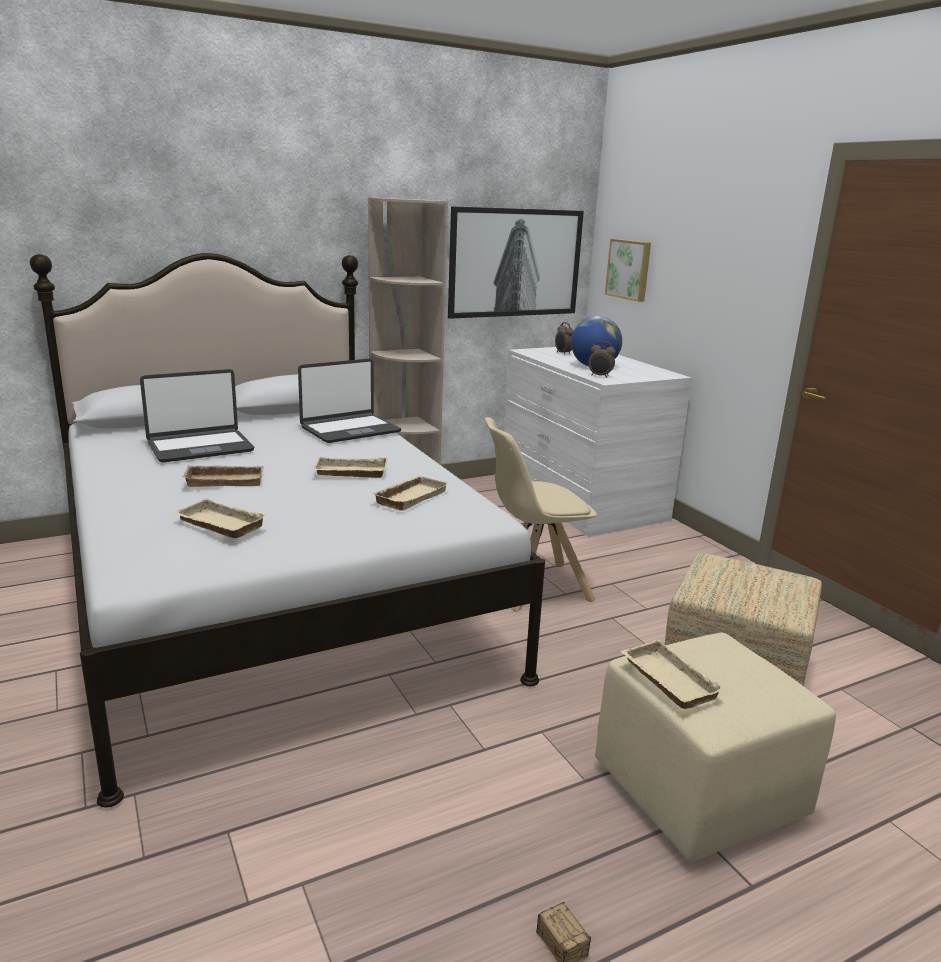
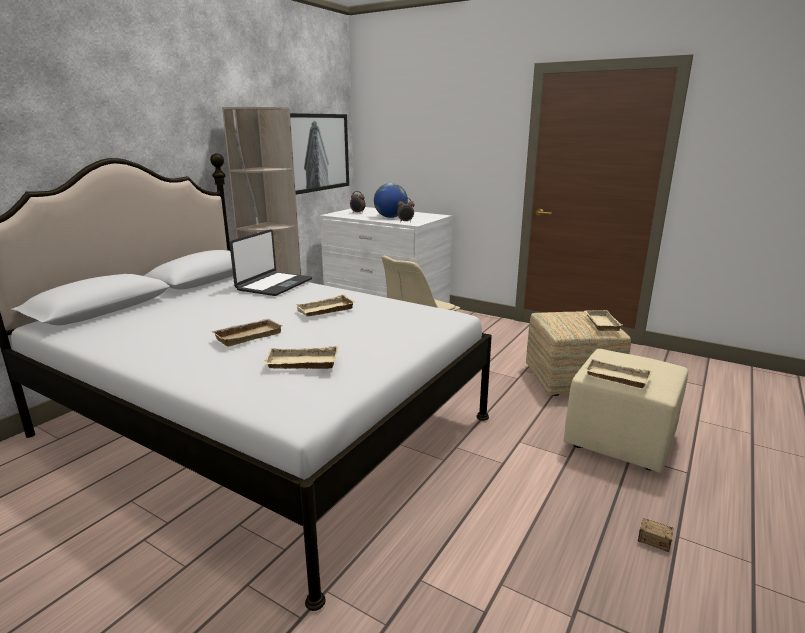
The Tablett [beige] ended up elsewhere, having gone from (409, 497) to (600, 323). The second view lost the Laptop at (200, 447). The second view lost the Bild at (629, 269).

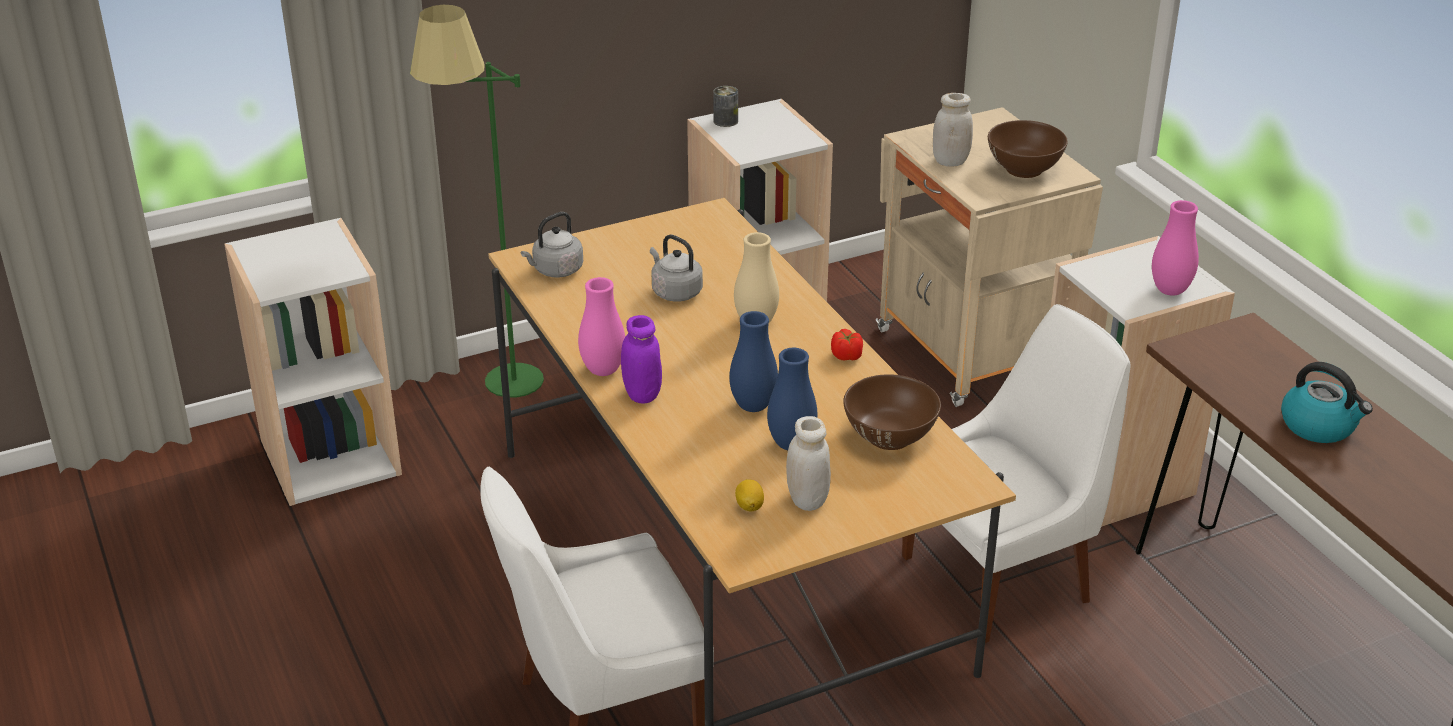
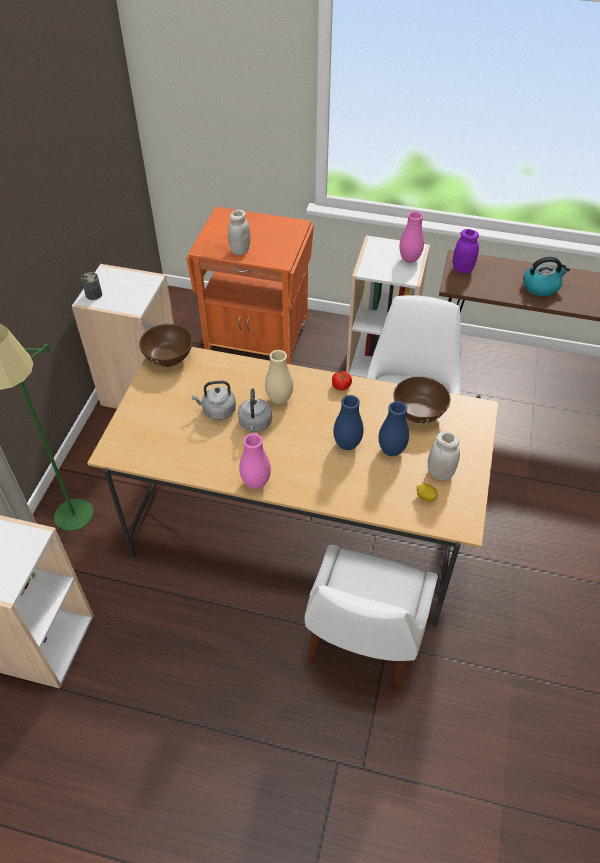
The Schüssel [braun] ended up elsewhere, having gone from (1024, 169) to (169, 358). What was the Rollwagen [beige] at (973, 355) turned into the Rollwagen [orange] at (257, 341). The Wasserkessel [grau] ended up elsewhere, having gone from (555, 270) to (255, 424). The Vorratsglas [lila] ended up elsewhere, having gone from (642, 394) to (462, 269).

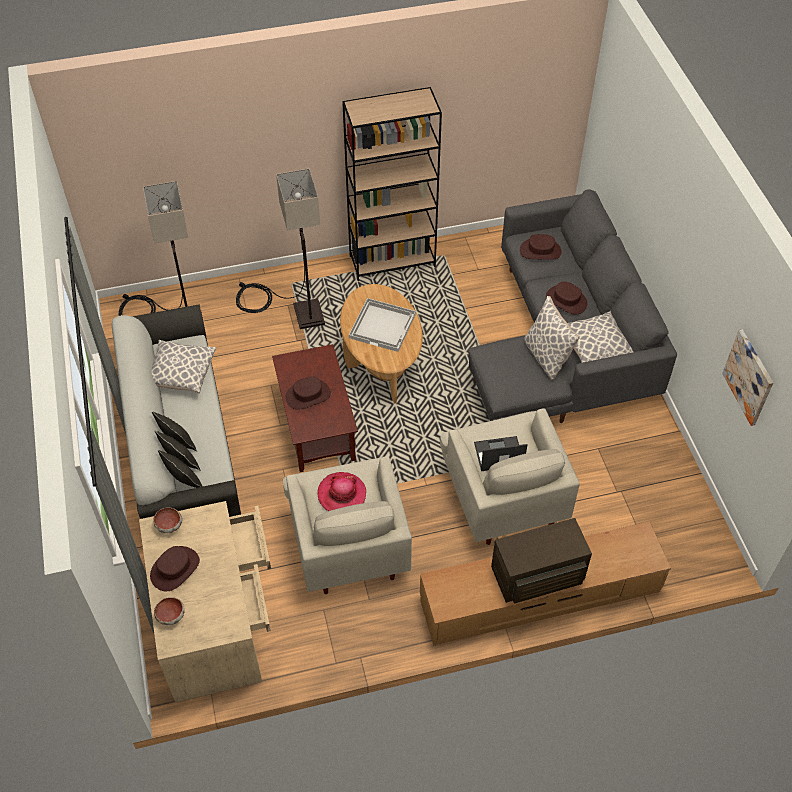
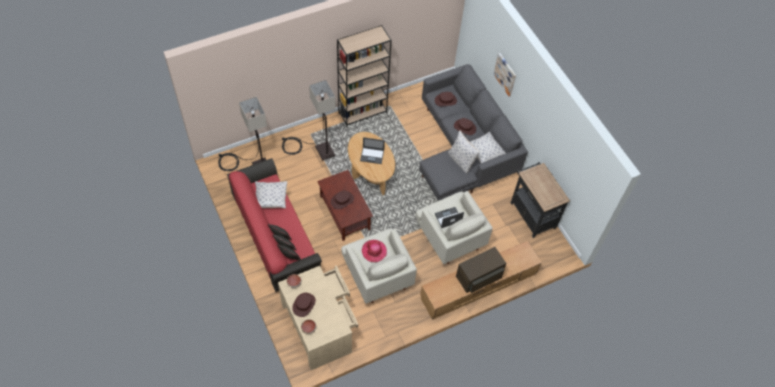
What was the Sofa [weiß] at (181, 442) turned into the Sofa [rot] at (275, 234). Where the Tablett [weiß] stood at (383, 325), the Laptop came to stand at (372, 155). The Bild ended up elsewhere, having gone from (749, 377) to (505, 74). The second view gained the Rollwagen [schwarz] at (531, 214).

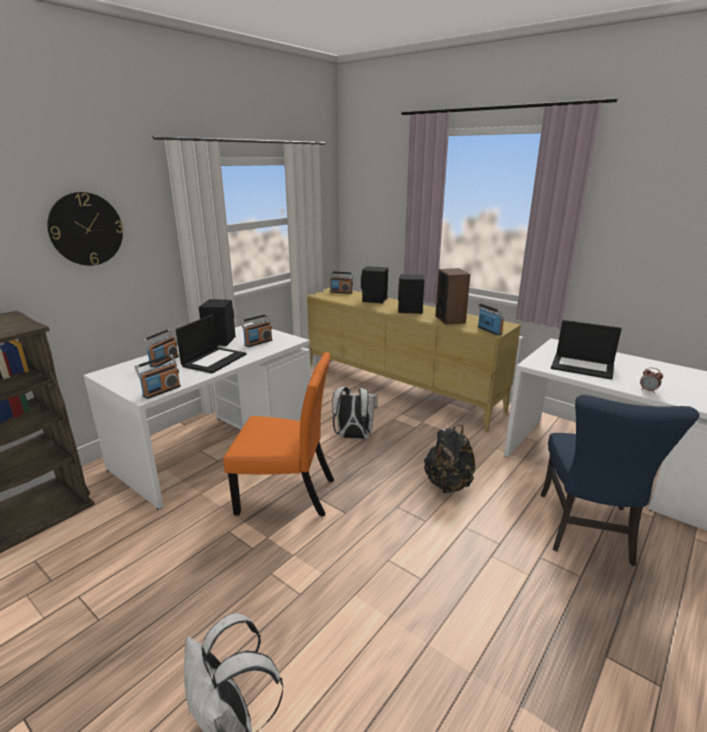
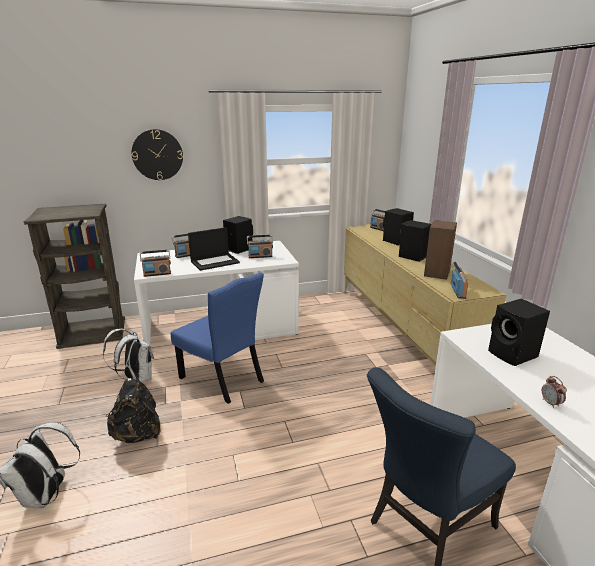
The Rucksack [weiß] ended up elsewhere, having gone from (353, 437) to (136, 379). The Rucksack [schwarz] ended up elsewhere, having gone from (448, 484) to (138, 434). What was the Stuhl [orange] at (284, 494) turned into the Stuhl [blau] at (222, 378). Where the Laptop stood at (583, 366), the Lautsprecher [schwarz] came to stand at (513, 355).

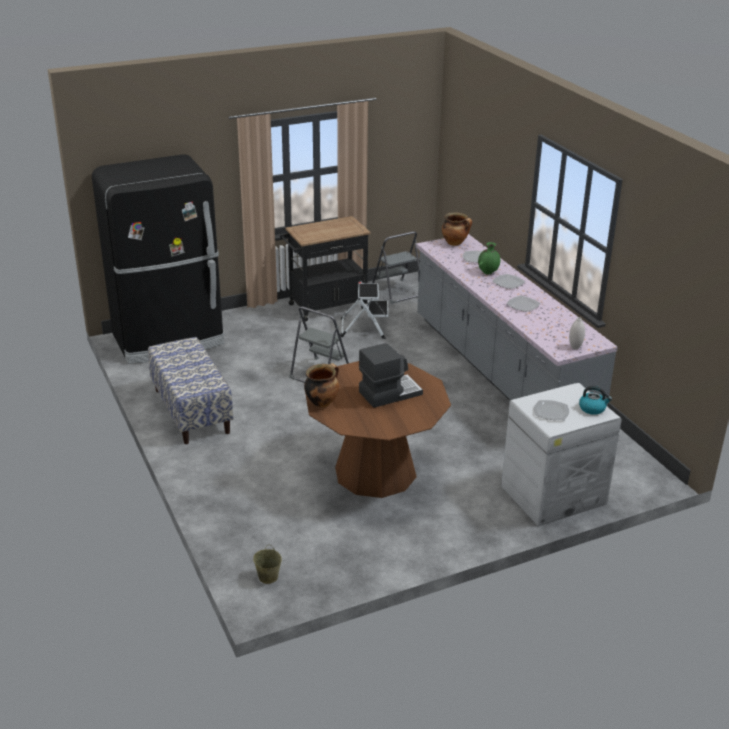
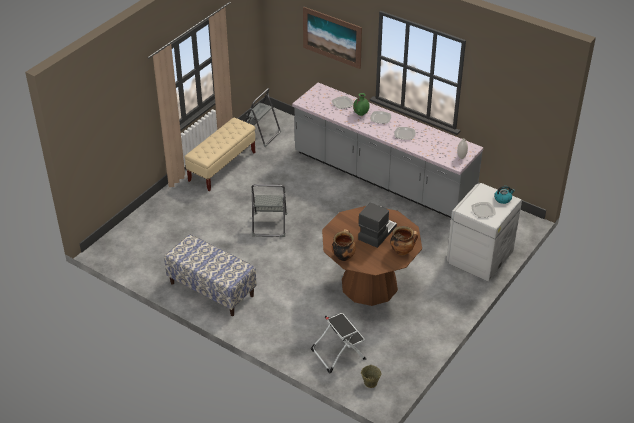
Where the Rollwagen [schwarz] stood at (325, 307), the Bank [beige] came to stand at (222, 167). The second view gained the Bild at (332, 37). The Trittleiter ended up elsewhere, having gone from (364, 327) to (338, 352). The Kochtopf ended up elsewhere, having gone from (455, 243) to (402, 251). The second view lost the Kühlschrank [schwarz] at (169, 340).

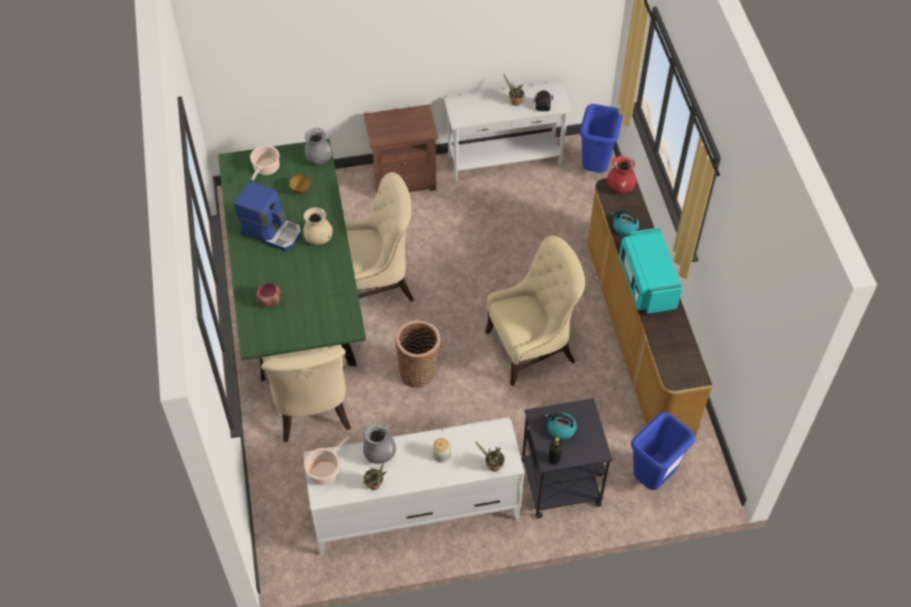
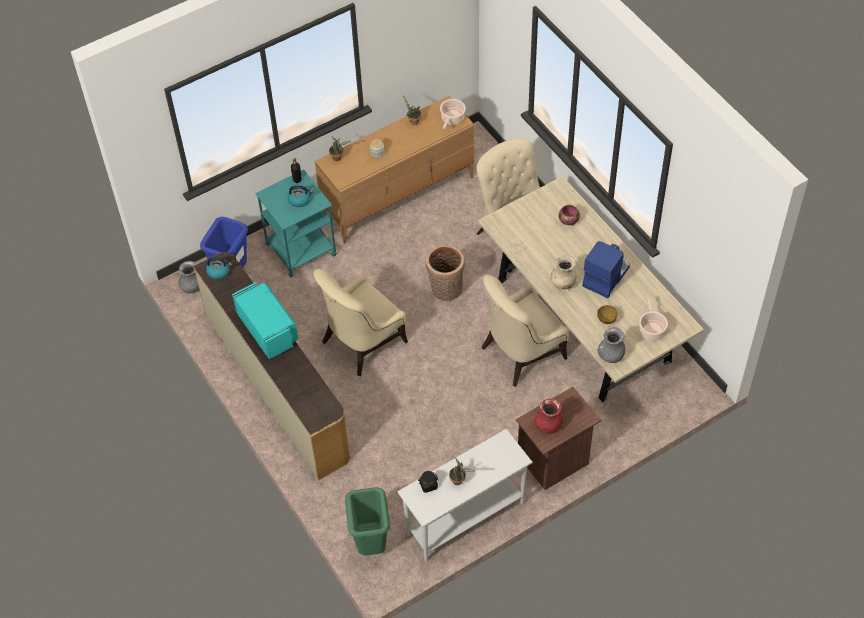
The Vase [grau] ended up elsewhere, having gone from (379, 453) to (192, 287). The Wasserkessel ended up elsewhere, having gone from (624, 227) to (219, 271). What was the Rollwagen [schwarz] at (559, 483) turned into the Rollwagen [türkis] at (301, 248). What was the Kommode [weiß] at (415, 513) turned into the Kommode [braun] at (398, 196). What was the Mülleimer [blau] at (595, 168) turned into the Mülleimer [grün] at (371, 545). What was the Esstisch [grün] at (296, 293) turned into the Esstisch [beige] at (583, 319). The Vase [rot] ended up elsewhere, having gone from (620, 187) to (548, 426). The Kaffeemaschine at (272, 231) ended up facing another way, 120 degrees clockwise from before.

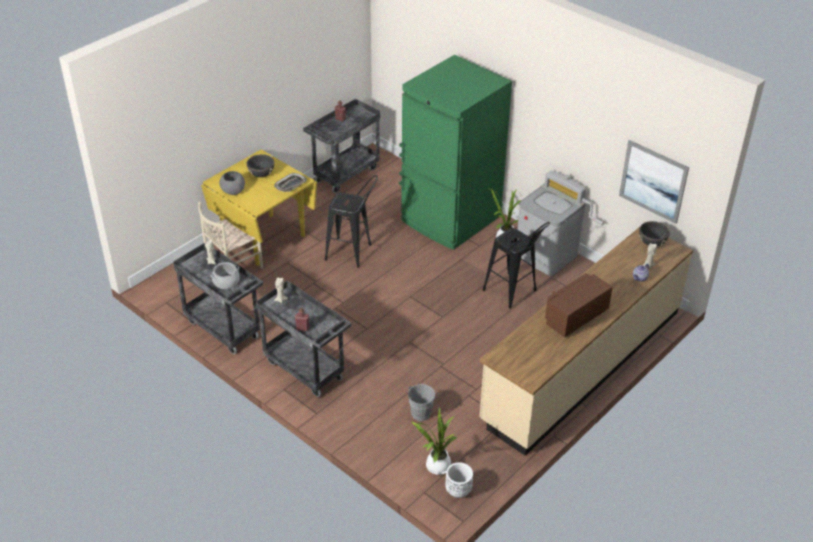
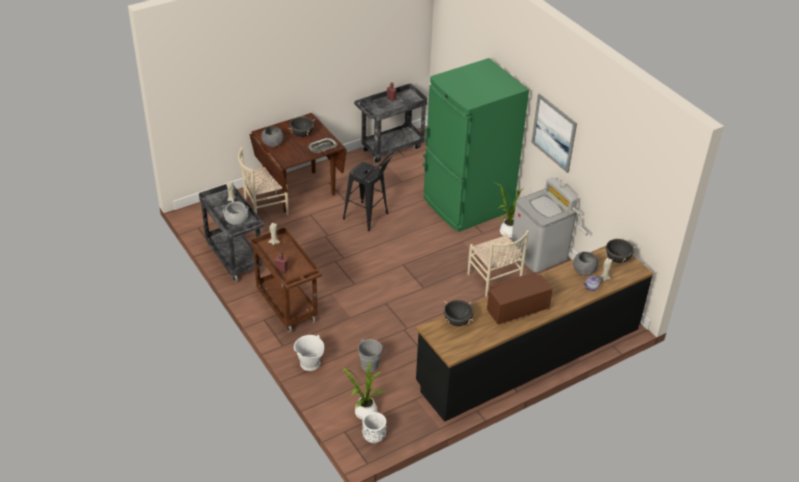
What was the Esstisch [gelb] at (265, 239) turned into the Esstisch [braun] at (300, 191). What was the Rollwagen [grau] at (307, 373) turned into the Rollwagen [braun] at (288, 310). The second view gained the Eimer [weiß] at (309, 363). What was the Küchenzeile [beige] at (582, 365) turned into the Küchenzeile [schwarz] at (529, 356). The second view gained the Kochtopf [schwarz] at (457, 321). Where the Hocker [schwarz] stood at (513, 293), the Stuhl [beige] came to stand at (495, 281). The Bild ended up elsewhere, having gone from (653, 181) to (554, 133). The second view gained the Schüssel [grau] at (584, 270).

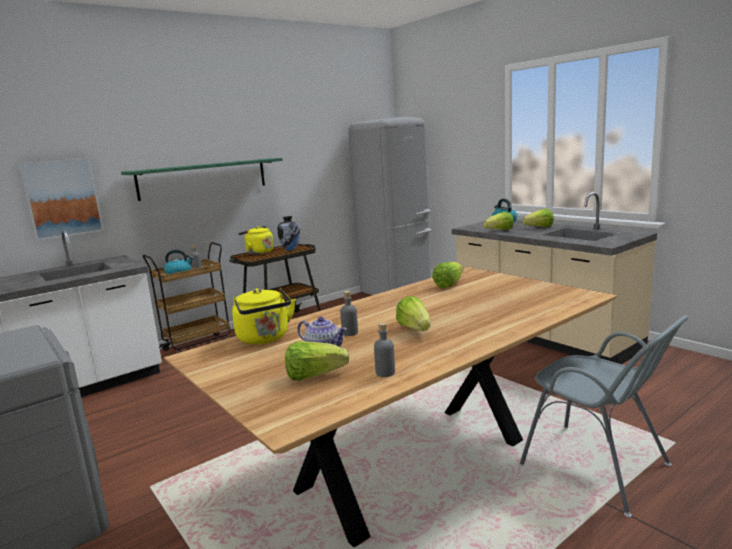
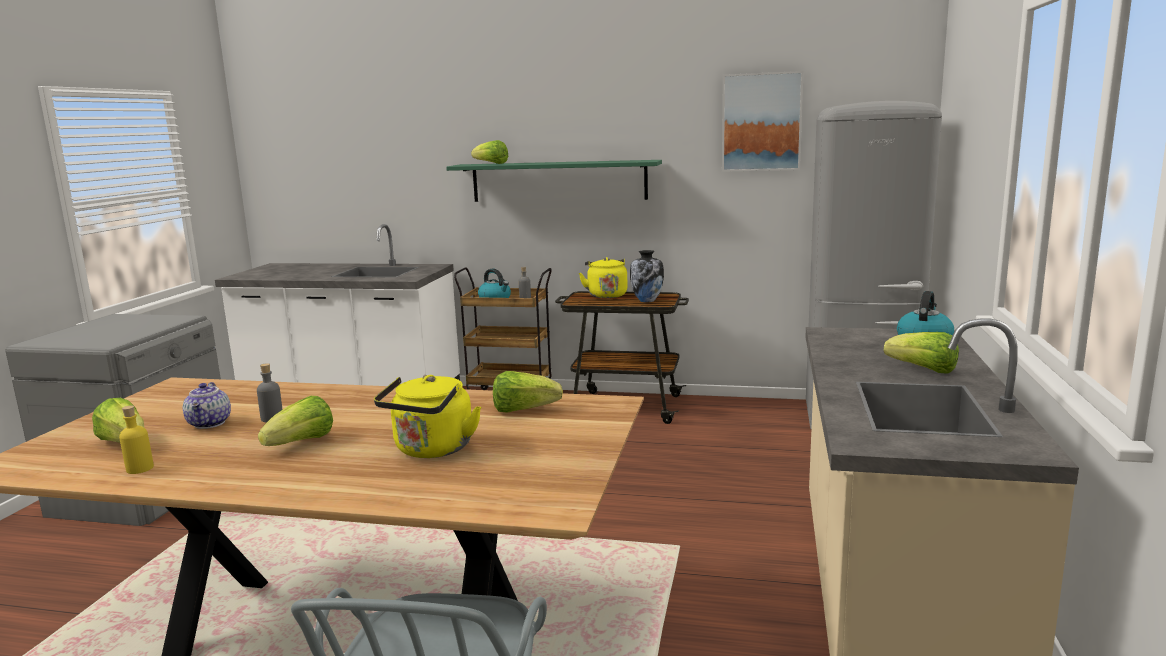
What was the Flasche [grau] at (385, 372) turned into the Flasche [gelb] at (140, 468). The Wasserkessel [gelb] ended up elsewhere, having gone from (265, 339) to (432, 450). The Salatkopf ended up elsewhere, having gone from (499, 230) to (491, 164). The Bild ended up elsewhere, having gone from (62, 198) to (761, 122).

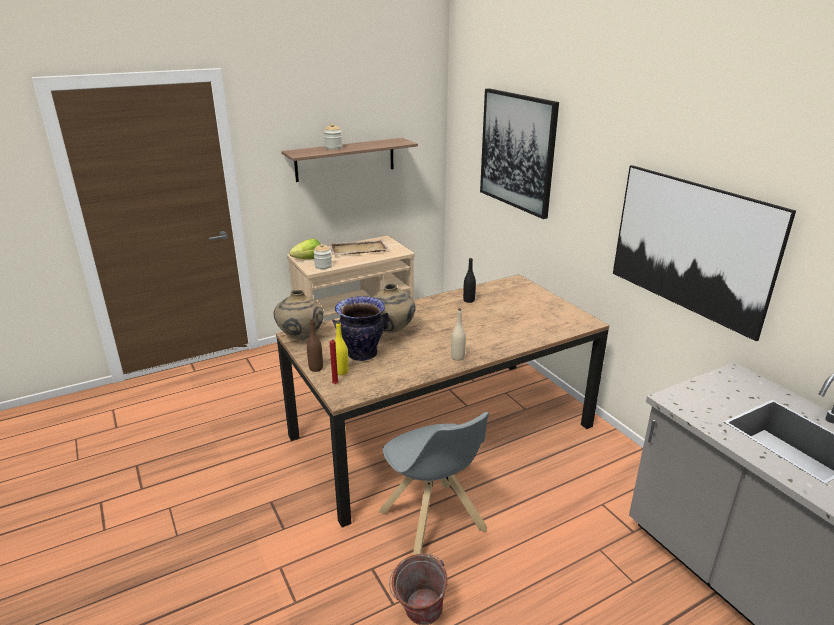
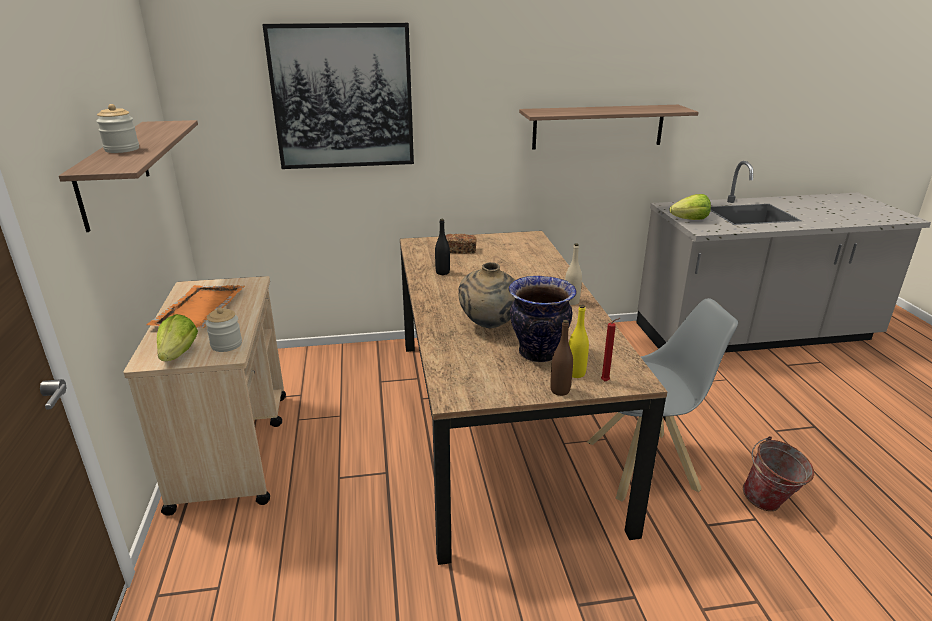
What was the Tablett [beige] at (357, 249) turned into the Tablett [orange] at (198, 310). The second view gained the Brot at (460, 251). Where the Bild hung at (691, 246), the Wandregal came to hang at (598, 127). The second view gained the Salatkopf at (690, 220). The second view lost the Vase [beige] at (301, 338).

